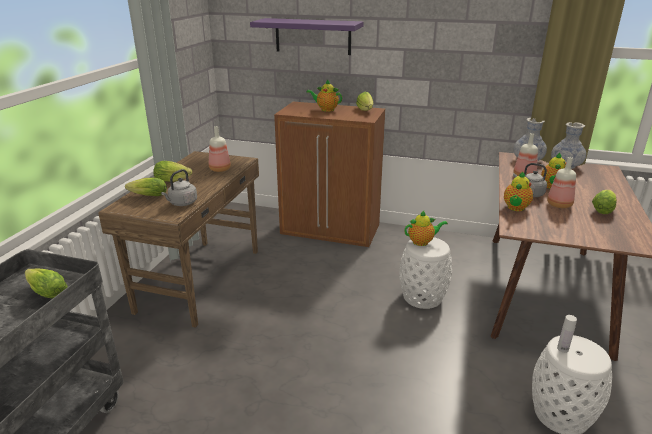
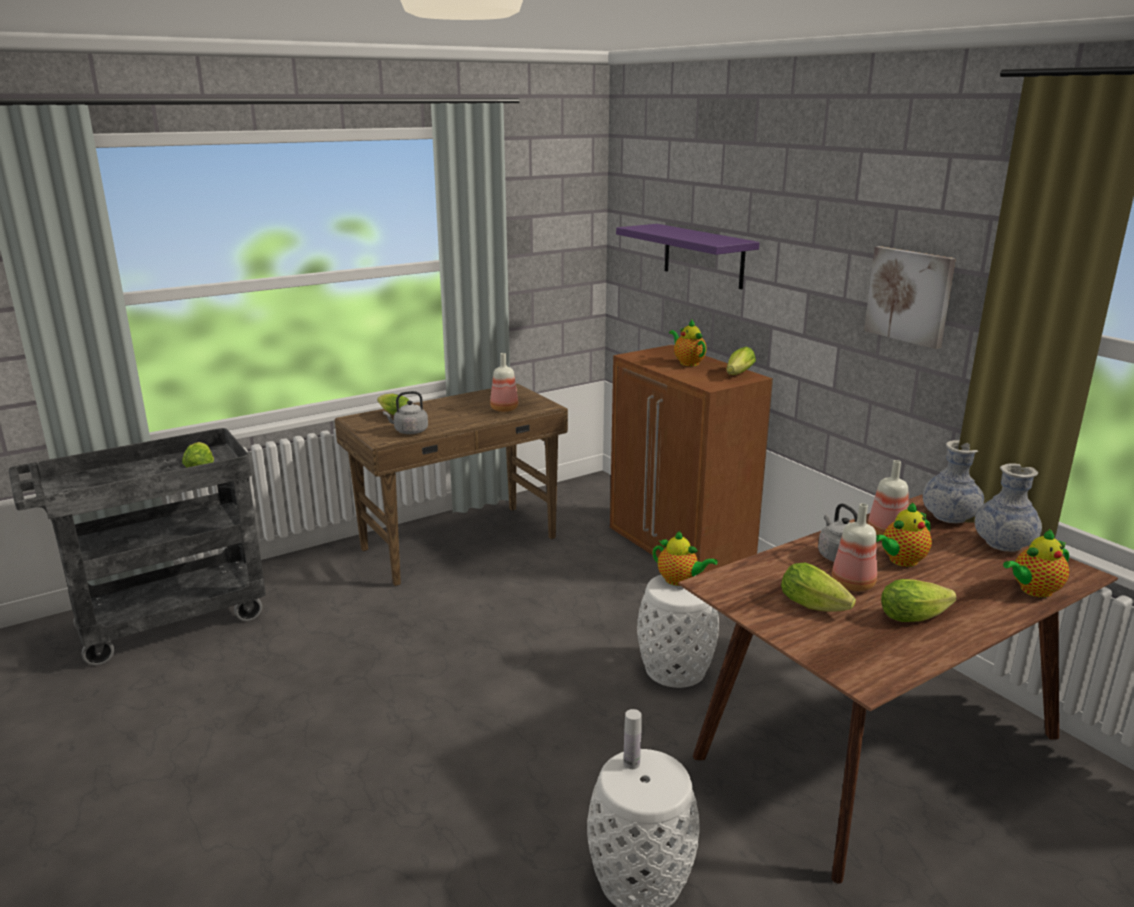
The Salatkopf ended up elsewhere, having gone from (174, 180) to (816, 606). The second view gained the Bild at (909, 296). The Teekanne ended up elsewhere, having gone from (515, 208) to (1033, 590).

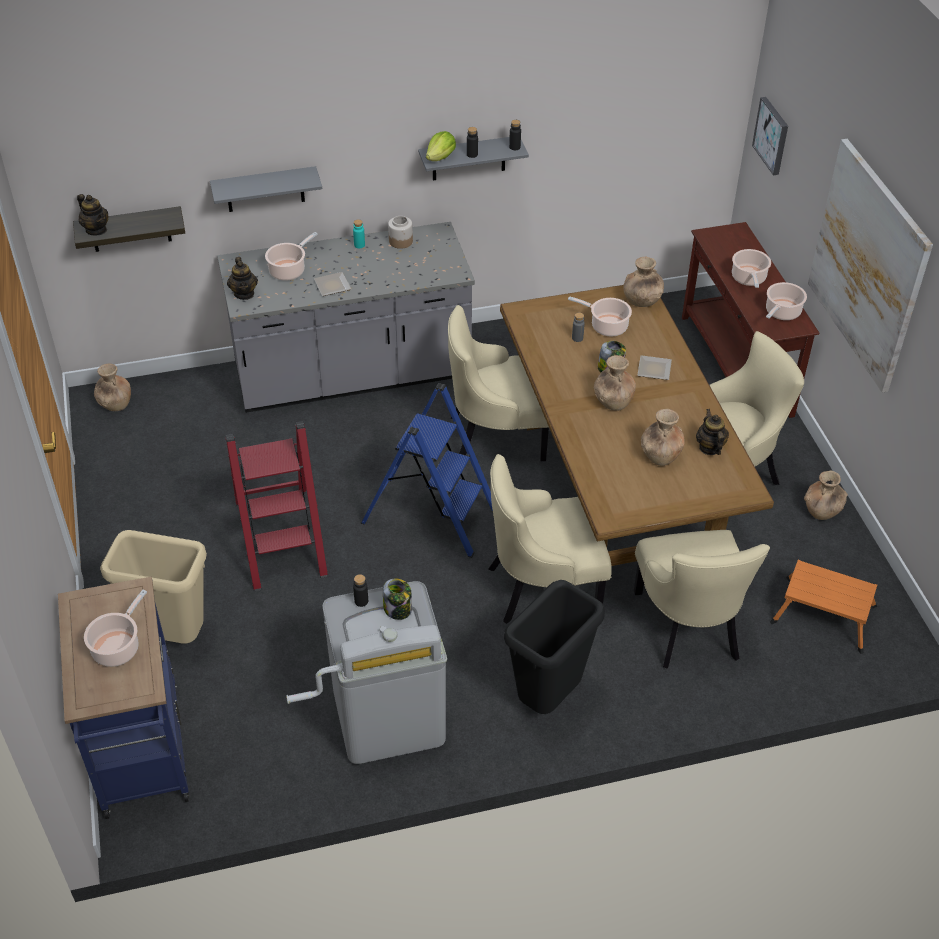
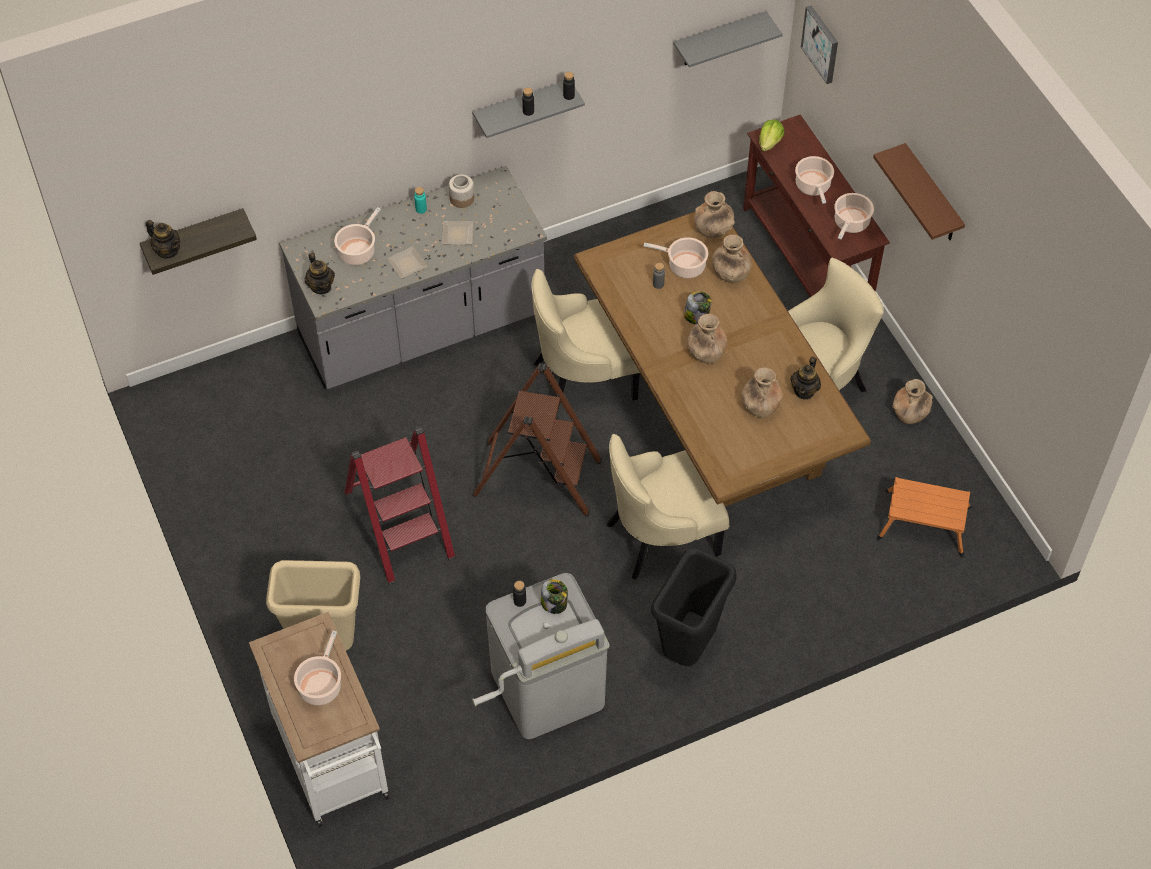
What was the Rollwagen [blau] at (142, 754) turned into the Rollwagen [weiß] at (332, 762). The Teller ended up elsewhere, having gone from (653, 368) to (456, 233). What was the Trittleiter [blau] at (428, 514) turned into the Trittleiter [braun] at (535, 476). The Wandregal [grau] ended up elsewhere, having gone from (265, 189) to (718, 39). The Vase [braun] ended up elsewhere, having gone from (115, 403) to (730, 273). The Salatkopf ended up elsewhere, having gone from (441, 157) to (770, 143). The Teekanne at (709, 448) ended up facing another way, 135 degrees counterclockwise from before. Where the Bild hung at (868, 265), the Wandregal [braun] came to hang at (932, 196). The second view lost the Stuhl [beige] at (687, 623).

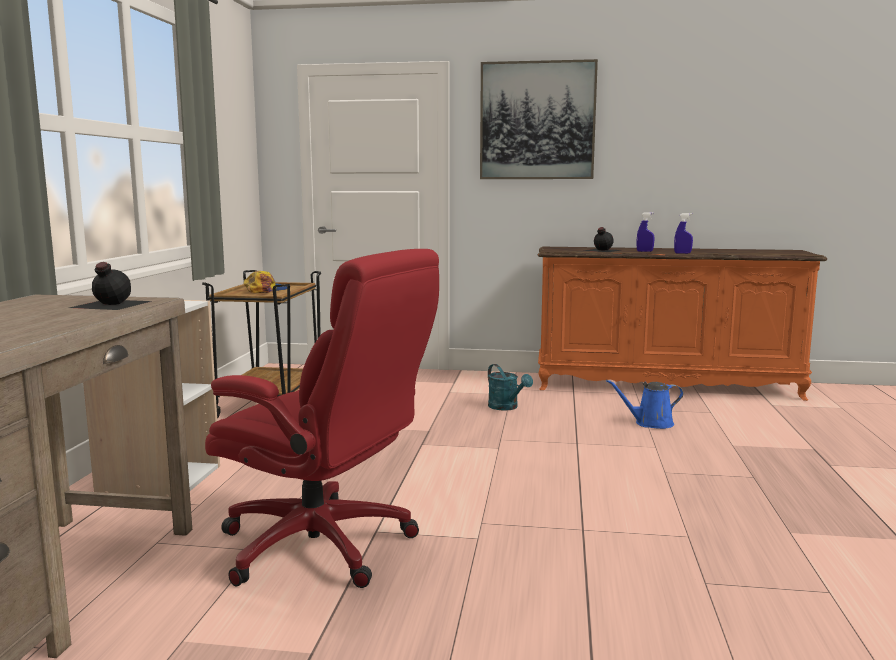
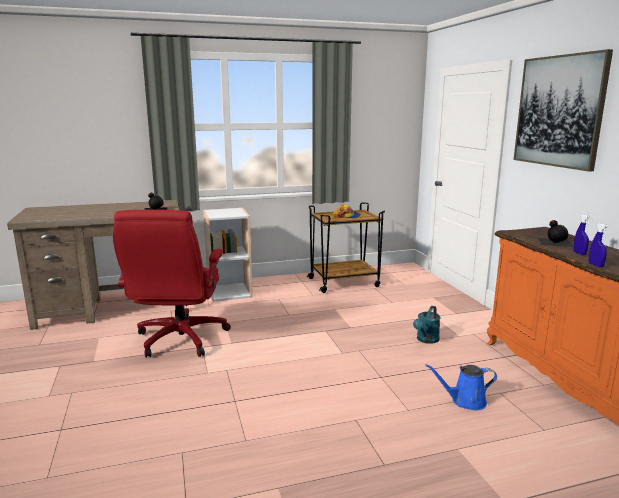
The Gießkanne [blau] at (650, 423) ended up facing another way, 60 degrees counterclockwise from before.

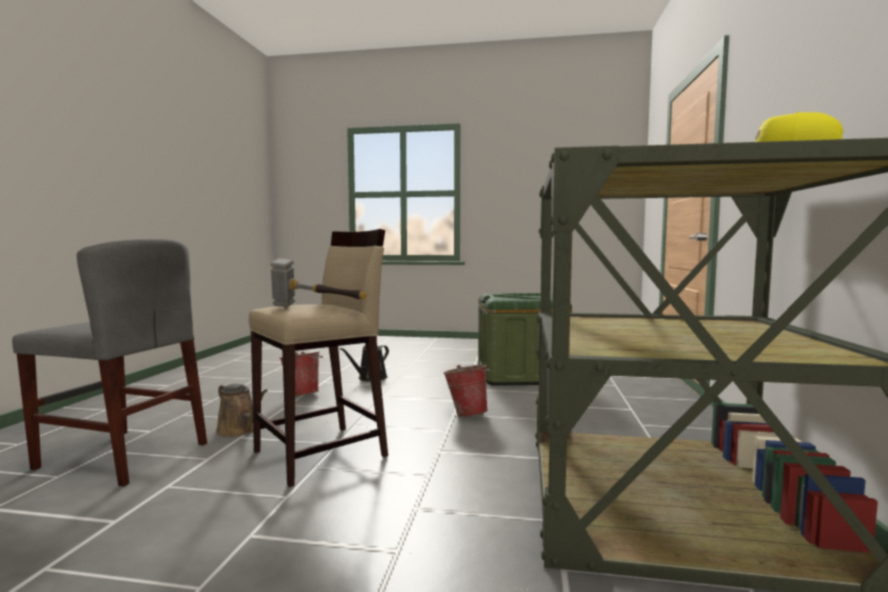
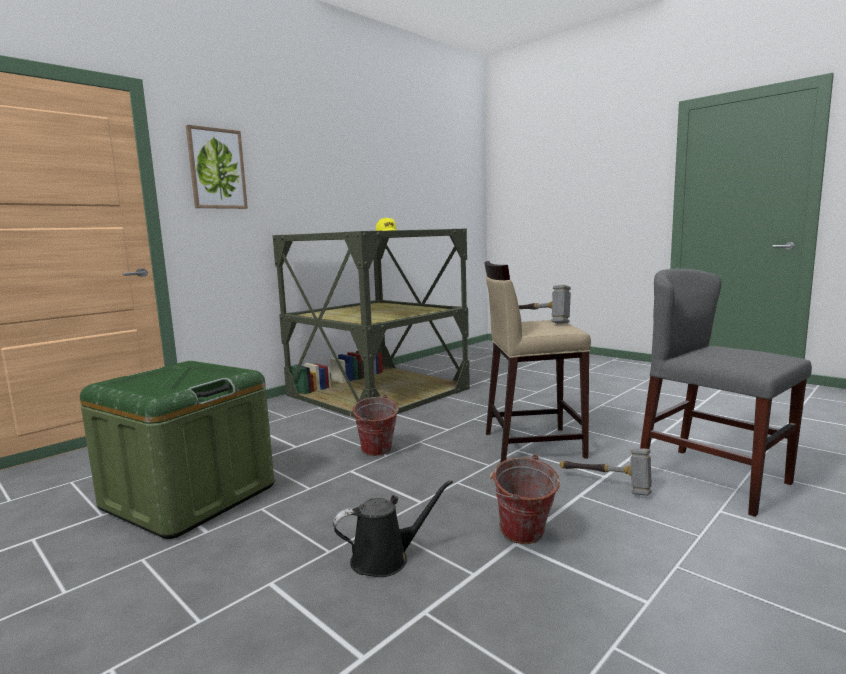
The second view gained the Bild at (217, 169). Where the Gießkanne [braun] stood at (240, 430), the Hammer came to stand at (607, 485).

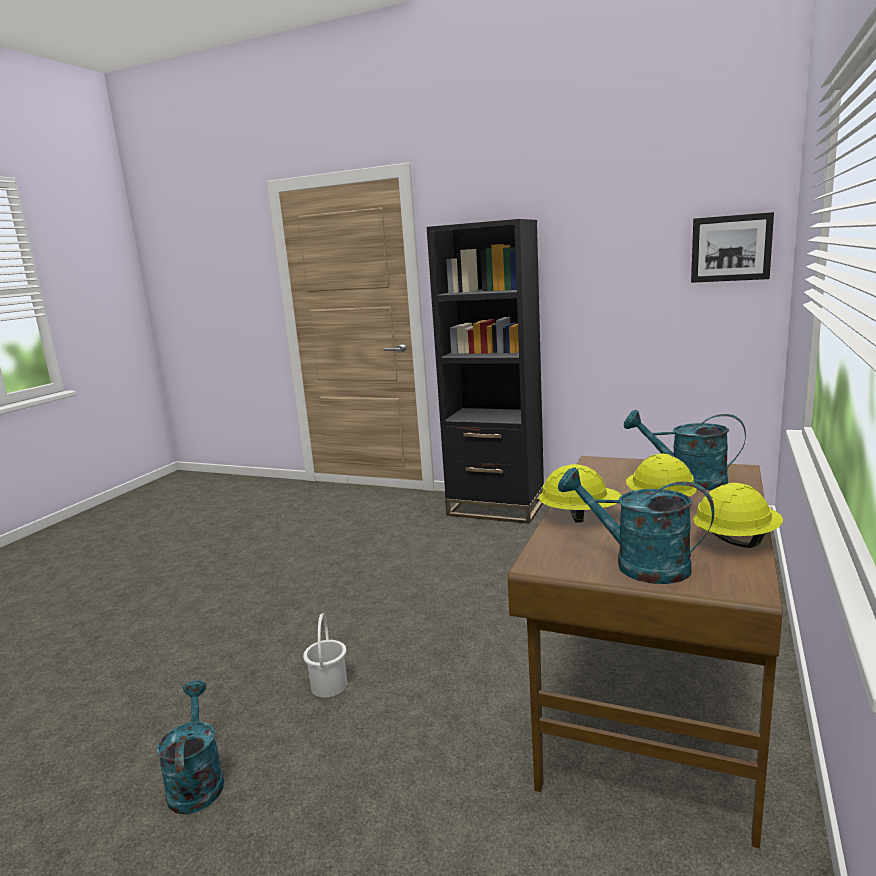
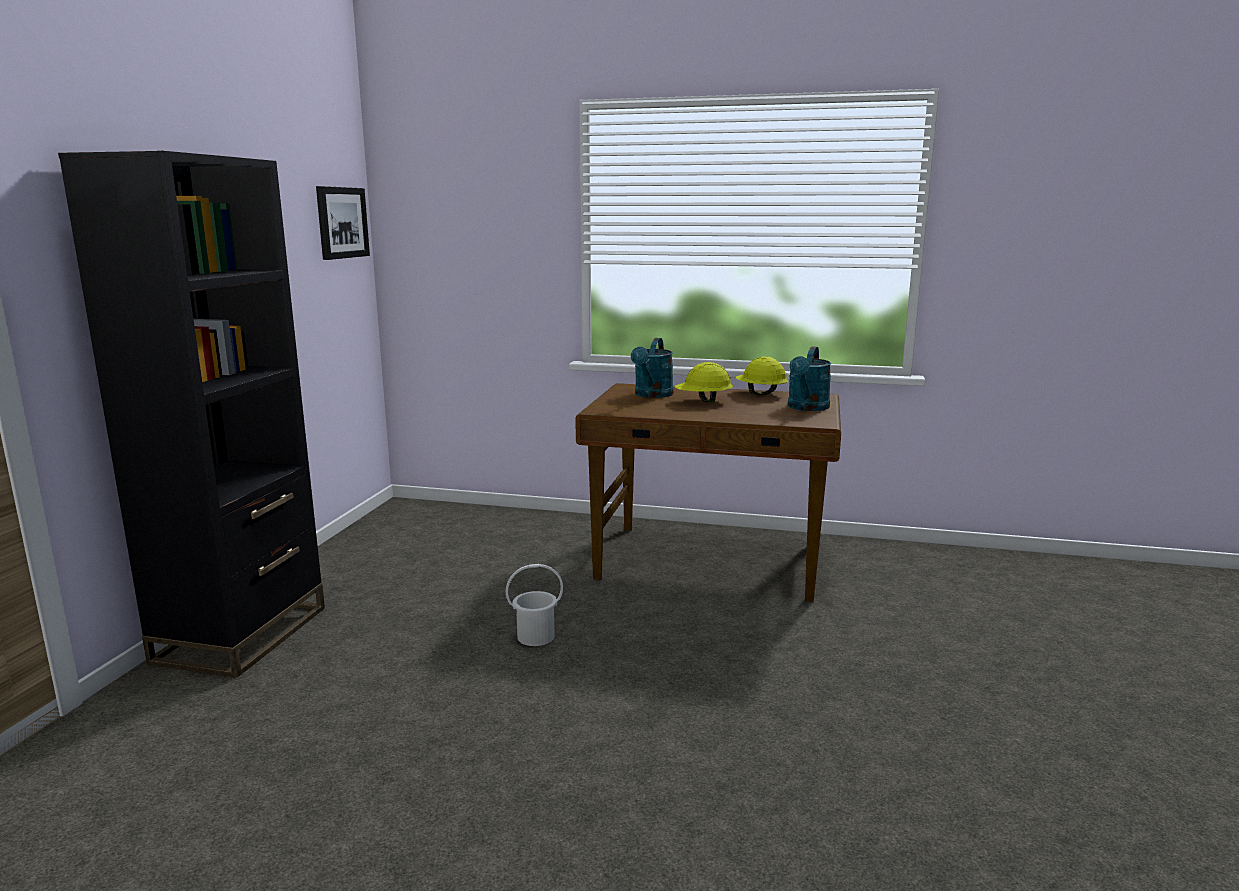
The Eimer [weiß] ended up elsewhere, having gone from (330, 685) to (535, 636). The second view lost the Gießkanne [türkis] at (196, 781). The second view lost the Schutzhelm [gelb] at (580, 517).

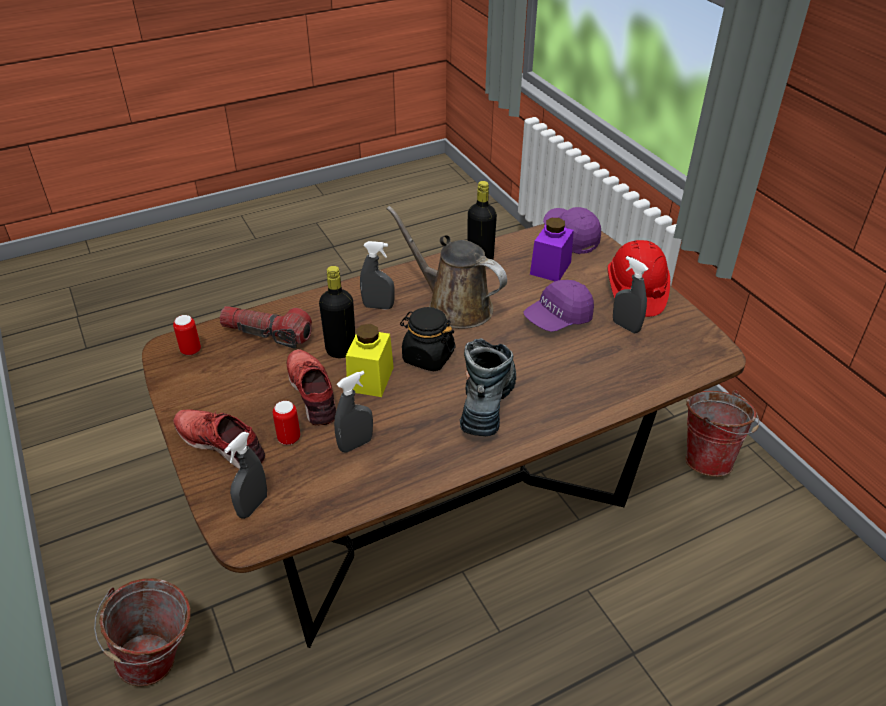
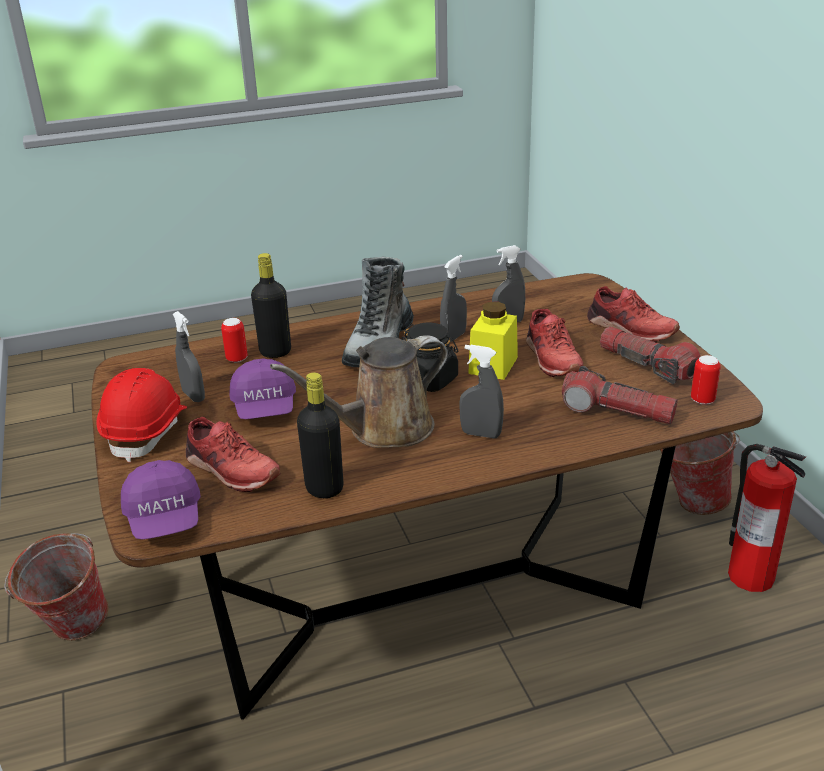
Where the Vorratsglas [lila] stood at (550, 268), the Schuh [rot] came to stand at (231, 470). The Dose ended up elsewhere, having gone from (289, 438) to (237, 359). The Kappe [lila] at (558, 319) ended up facing another way, 105 degrees clockwise from before. The Flasche [schwarz] ended up elsewhere, having gone from (341, 350) to (275, 352). The Gießkanne [braun] at (454, 306) ended up facing another way, 105 degrees clockwise from before. The Sprühflasche [grau] ended up elsewhere, having gone from (252, 506) to (453, 337). The second view gained the Taschenlampe at (647, 365). The second view gained the Feuerlöscher at (750, 576).

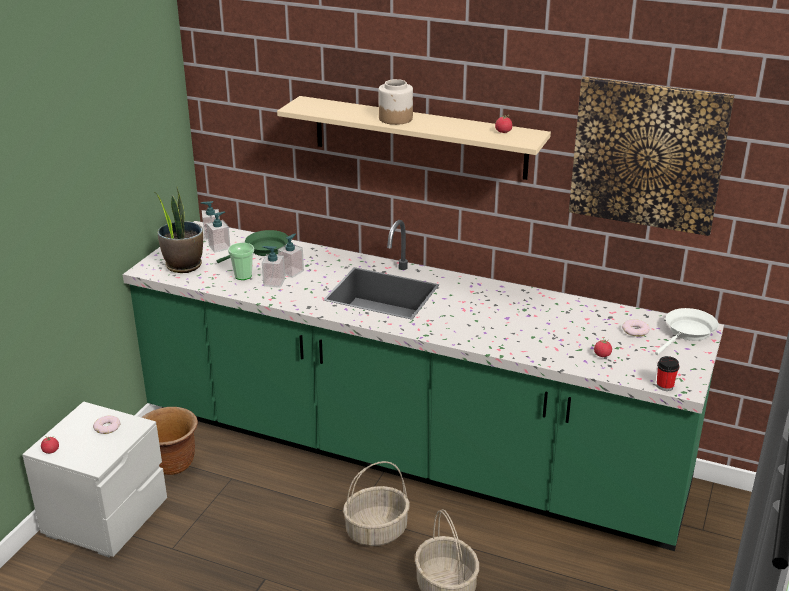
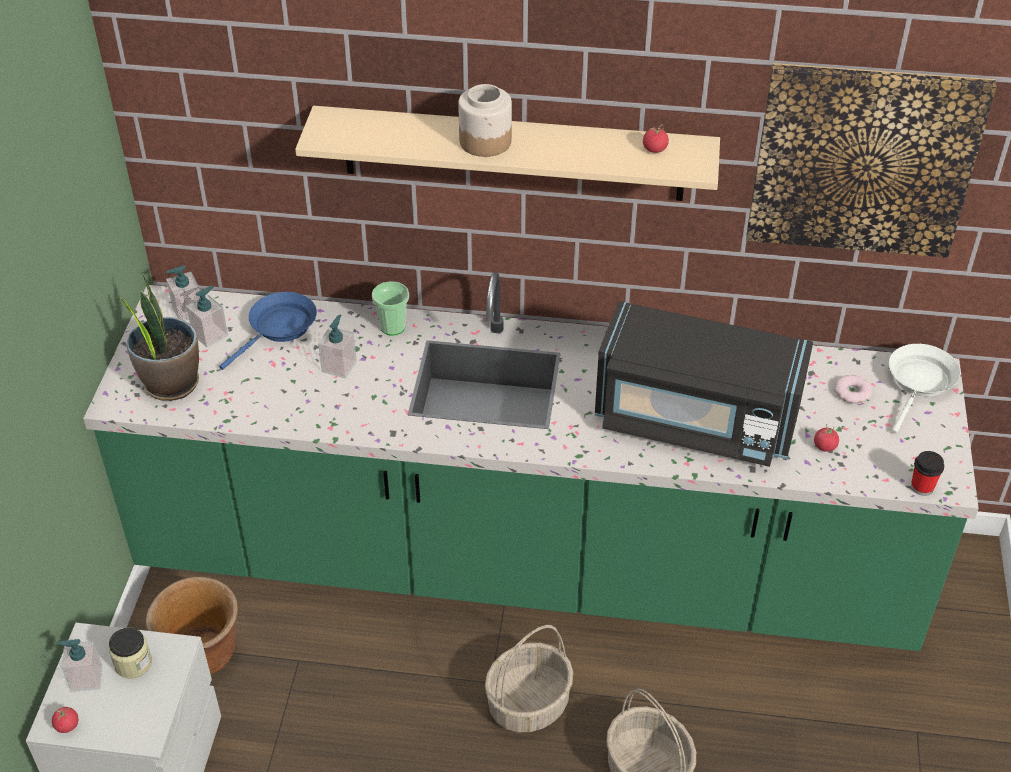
The Seifenspender ended up elsewhere, having gone from (274, 282) to (86, 678). Where the Donut stood at (107, 427), the Vorratsglas came to stand at (133, 663). What was the Pfanne [grün] at (263, 250) turned into the Pfanne [blau] at (279, 329). The Tasse ended up elsewhere, having gone from (243, 276) to (392, 327). The second view gained the Mikrowelle [schwarz] at (695, 420).

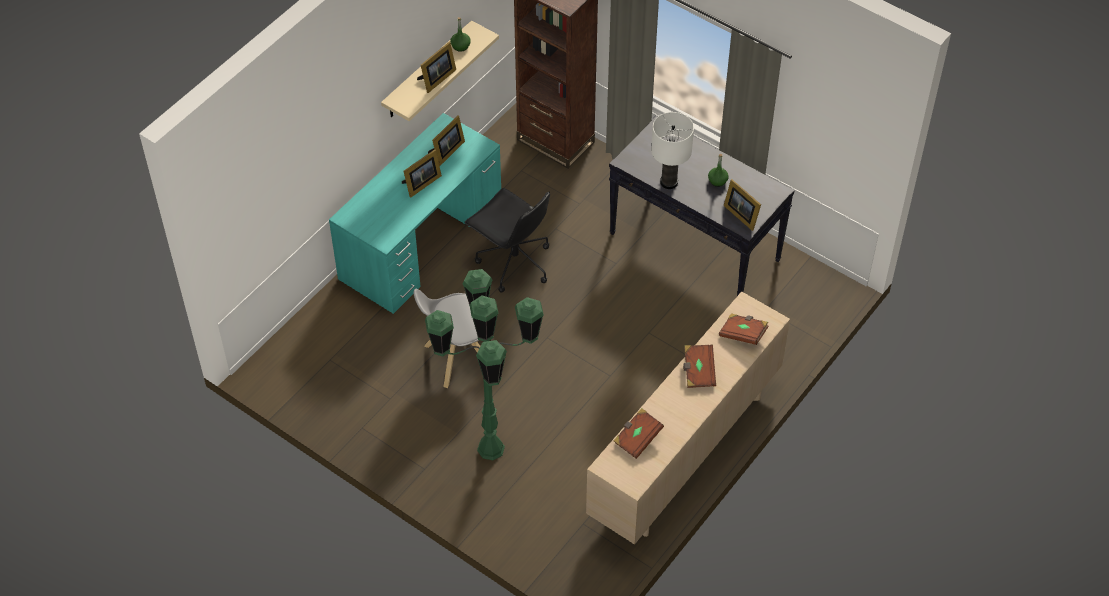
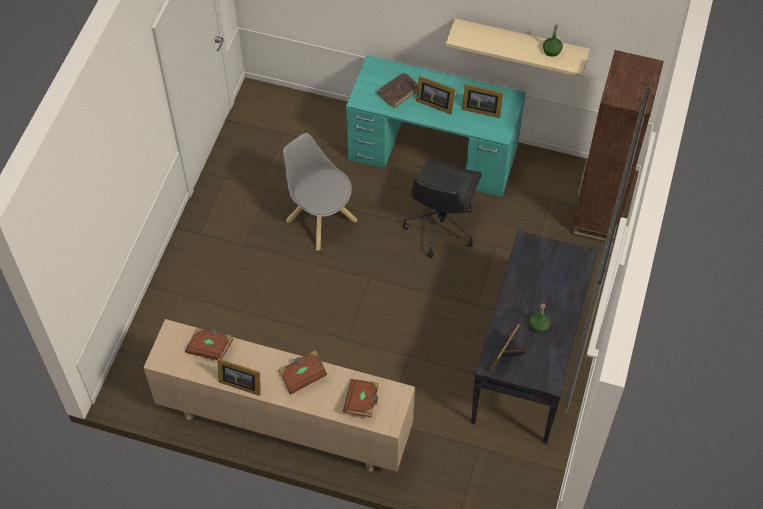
The Bilderrahmen ended up elsewhere, having gone from (436, 79) to (240, 383). The second view gained the Buch [braun] at (398, 93). The second view lost the Stehlampe [grün] at (490, 449). The second view lost the Tischlampe [weiß] at (669, 182).

